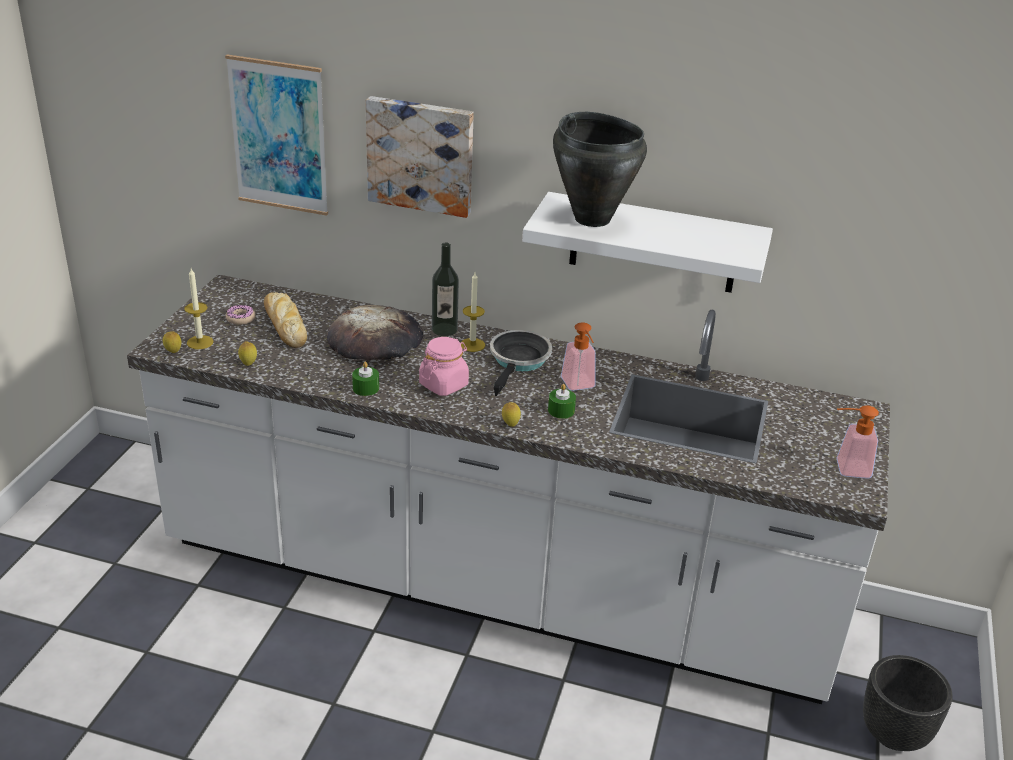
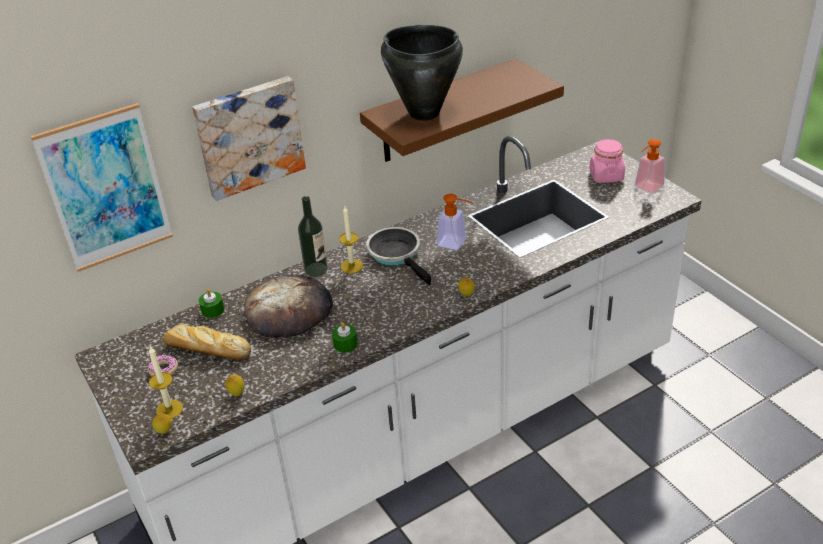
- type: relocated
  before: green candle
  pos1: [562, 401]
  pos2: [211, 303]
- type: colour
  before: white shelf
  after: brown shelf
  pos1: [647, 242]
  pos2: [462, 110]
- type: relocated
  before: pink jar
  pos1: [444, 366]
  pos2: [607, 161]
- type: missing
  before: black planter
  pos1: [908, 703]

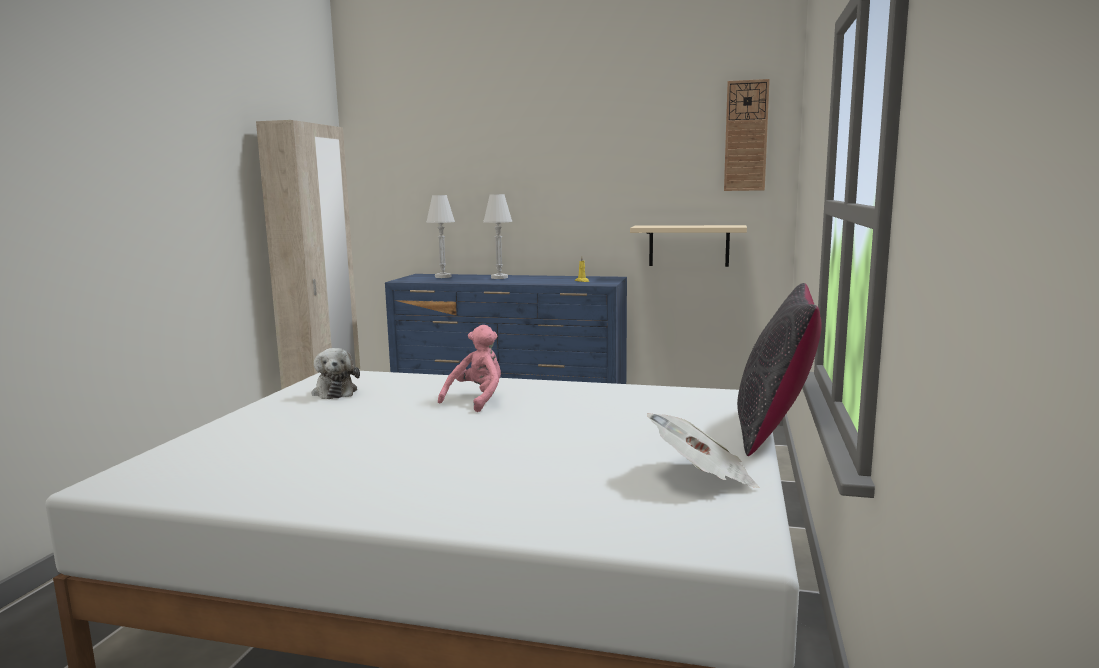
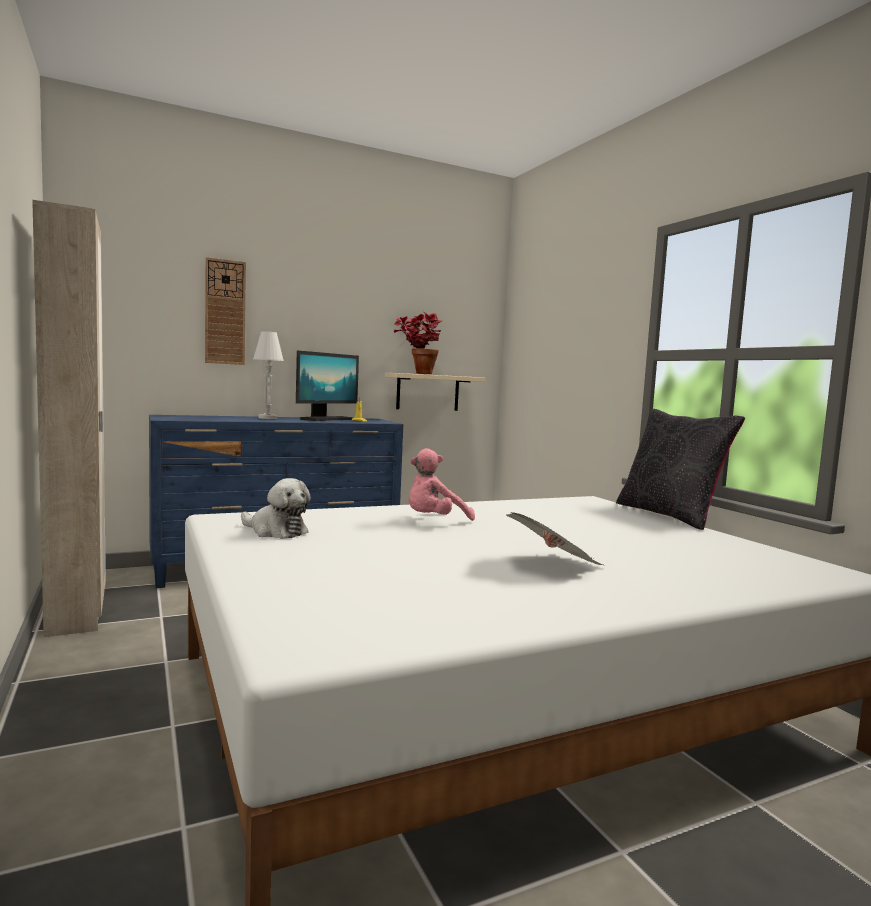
- type: relocated
  before: wall clock
  pos1: [747, 135]
  pos2: [225, 311]
- type: appeared
  after: monitor
  pos2: [327, 385]
- type: appeared
  after: potted plant
  pos2: [418, 343]
- type: spun
  before: pink plush toy
  pos1: [469, 368]
  pos2: [441, 484]
  turn: -120
- type: relocated
  before: newspaper
  pos1: [703, 450]
  pos2: [554, 538]
- type: missing
  before: white table lamp
  pos1: [440, 236]

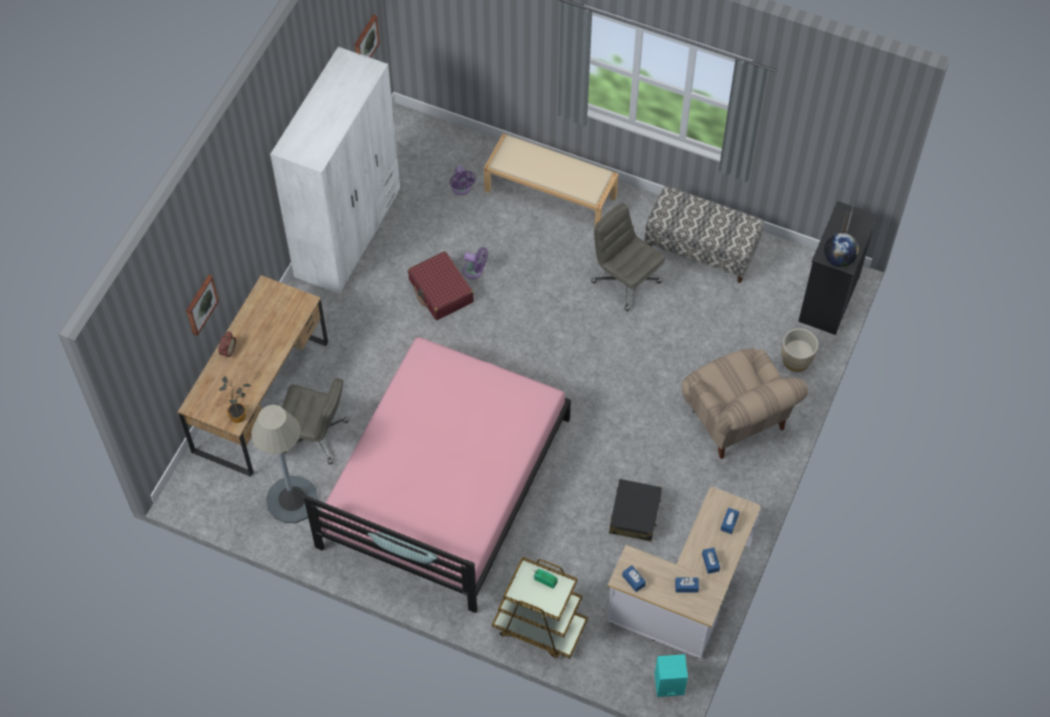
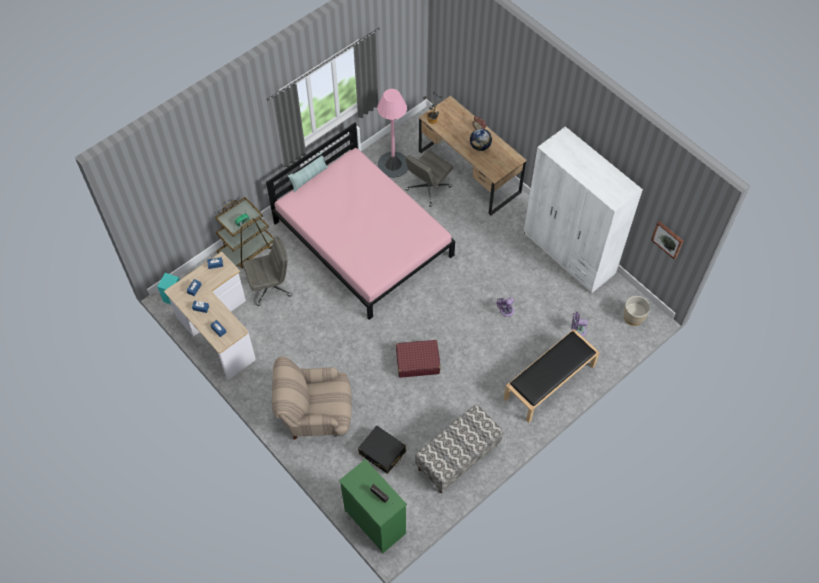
- type: relocated
  before: grey office chair
  pos1: [628, 257]
  pos2: [267, 271]
- type: colour
  before: black dresser
  after: green dresser
  pos1: [838, 268]
  pos2: [373, 506]
- type: relocated
  before: black suitcase
  pos1: [635, 510]
  pos2: [382, 449]
- type: colour
  before: grey floor lamp
  after: pink floor lamp
  pos1: [284, 464]
  pos2: [392, 133]
- type: relocated
  before: red suitcase
  pos1: [441, 285]
  pos2: [418, 359]
- type: relocated
  before: globe
  pos1: [841, 250]
  pos2: [481, 140]
- type: colour
  before: beige bench
  after: black bench
  pos1: [551, 180]
  pos2: [552, 376]
- type: relocated
  before: beige planter
  pos1: [799, 350]
  pos2: [636, 311]
- type: missing
  before: picture
  pos1: [202, 305]

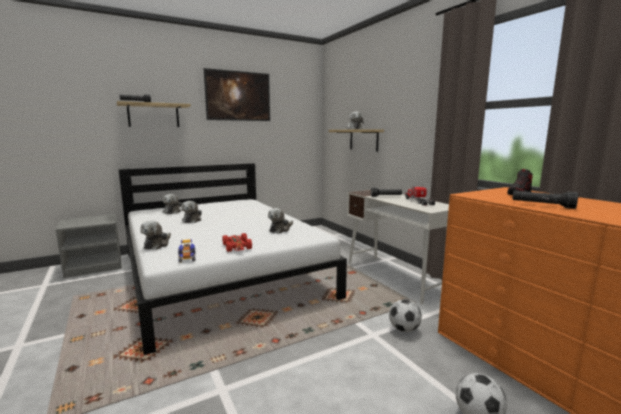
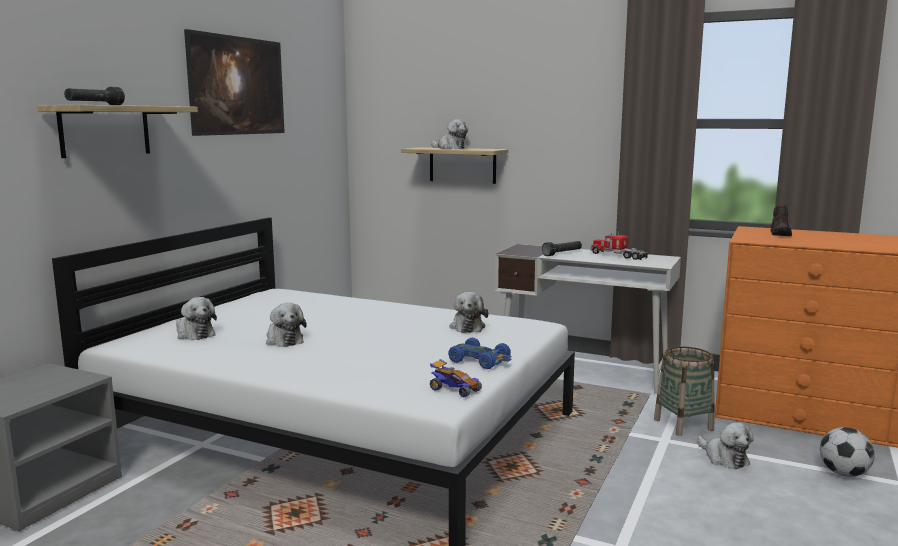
- type: colour
  before: red toy car
  after: blue toy car
  pos1: [237, 242]
  pos2: [480, 353]
- type: exchanged
  before: football
  after: basket
  pos1: [405, 315]
  pos2: [684, 391]
- type: relocated
  before: plush toy
  pos1: [155, 235]
  pos2: [725, 445]
- type: missing
  before: black flashlight
  pos1: [545, 200]

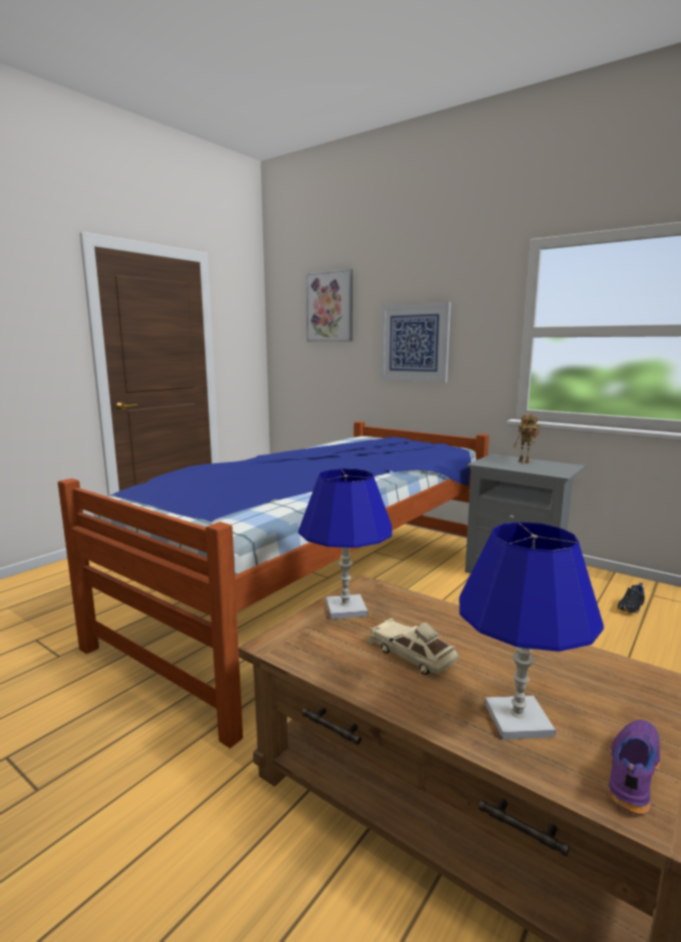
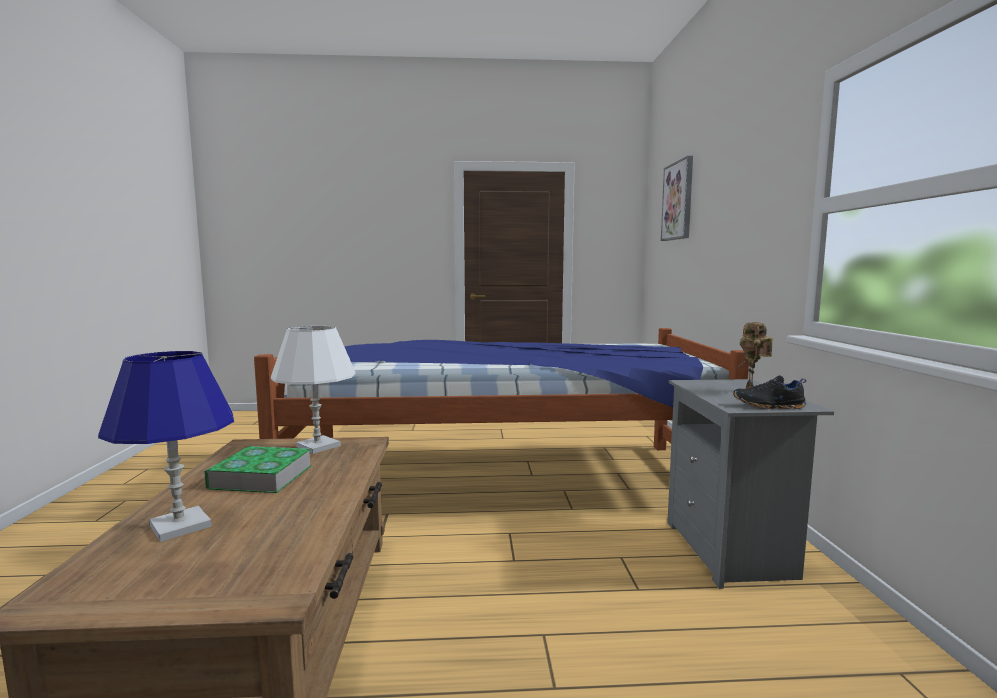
- type: exchanged
  before: beige toy car
  after: book
  pos1: [412, 646]
  pos2: [258, 469]
- type: colour
  before: blue table lamp
  after: white table lamp
  pos1: [345, 543]
  pos2: [313, 390]
- type: relocated
  before: black shoe
  pos1: [631, 598]
  pos2: [769, 392]
- type: missing
  before: picture
  pos1: [415, 342]
- type: missing
  before: purple shoe
  pos1: [634, 767]

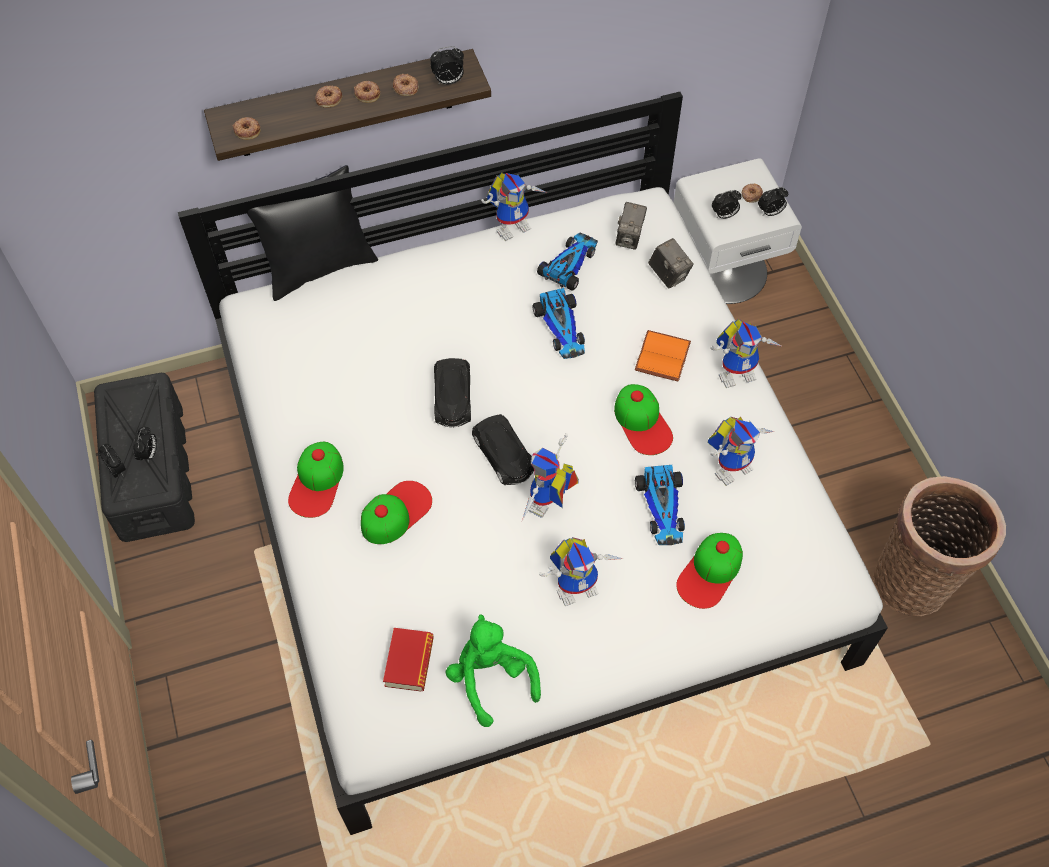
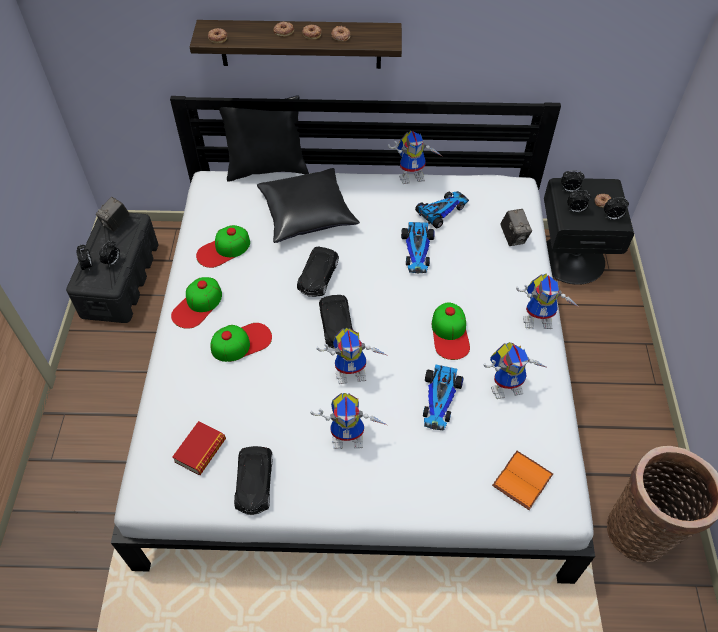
- type: relocated
  before: photo camera
  pos1: [631, 226]
  pos2: [113, 214]
- type: relocated
  before: cap
  pos1: [709, 571]
  pos2: [223, 246]
- type: exchanged
  before: green plush toy
  after: black toy car
  pos1: [493, 670]
  pos2: [253, 480]
- type: appeared
  after: black pillow
  pos2: [308, 205]
- type: spun
  before: toy robot
  pos1: [550, 477]
  pos2: [351, 356]
  turn: -150
- type: relocated
  before: orange book
  pos1: [663, 355]
  pos2: [522, 480]
- type: colour
  before: white nightstand
  after: black nightstand
  pos1: [737, 231]
  pos2: [589, 231]
- type: relocated
  before: alarm clock
  pos1: [447, 65]
  pos2: [573, 181]

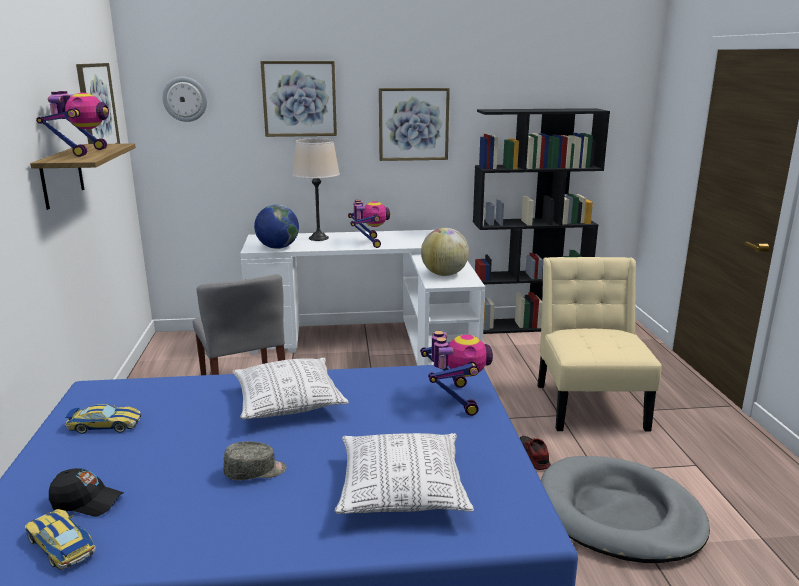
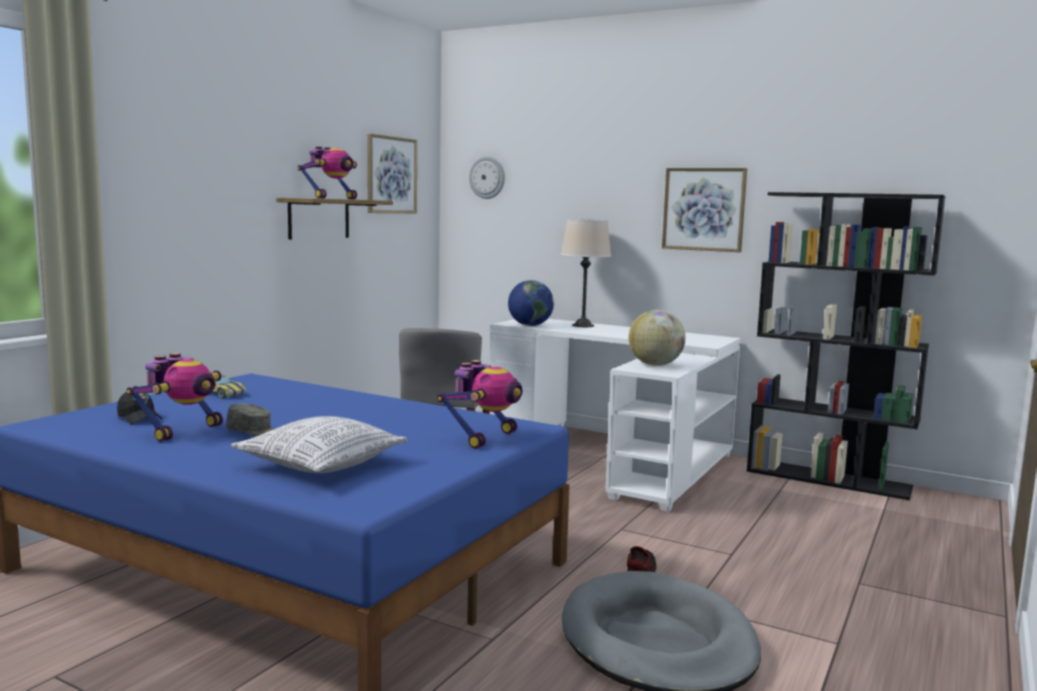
- type: relocated
  before: toy robot
  pos1: [369, 224]
  pos2: [175, 397]
- type: missing
  before: toy car
  pos1: [60, 539]
- type: missing
  before: pillow
  pos1: [290, 388]
- type: missing
  before: picture
  pos1: [298, 99]
- type: missing
  before: beige chair
  pos1: [599, 344]

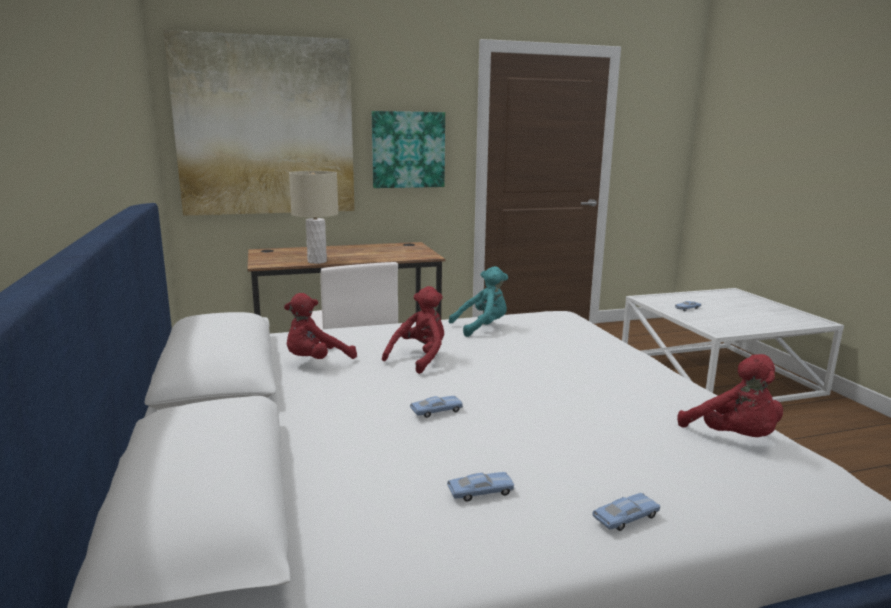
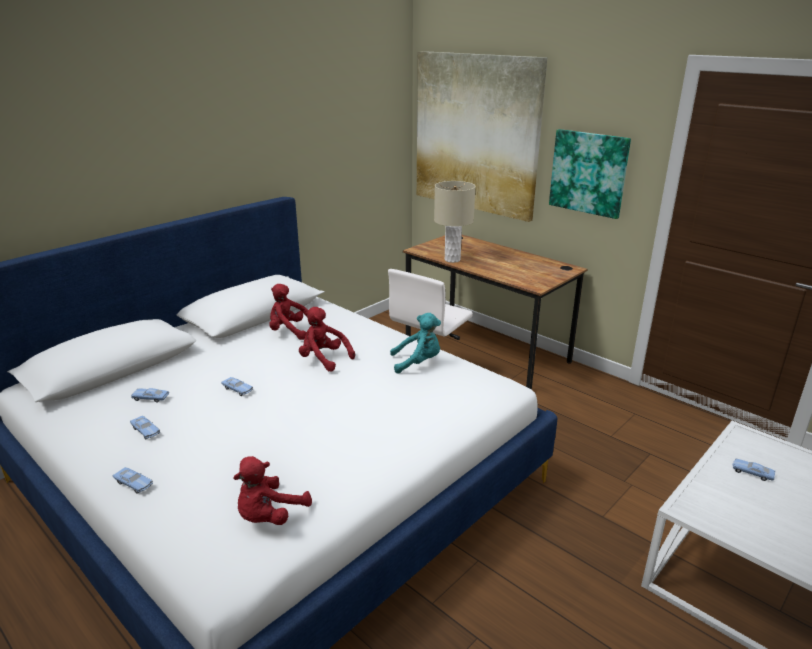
- type: appeared
  after: blue toy car
  pos2: [150, 395]
- type: spun
  before: red plush toy
  pos1: [413, 330]
  pos2: [327, 339]
  turn: -150
- type: spun
  before: turquoise plush toy
  pos1: [478, 301]
  pos2: [415, 343]
  turn: -45

